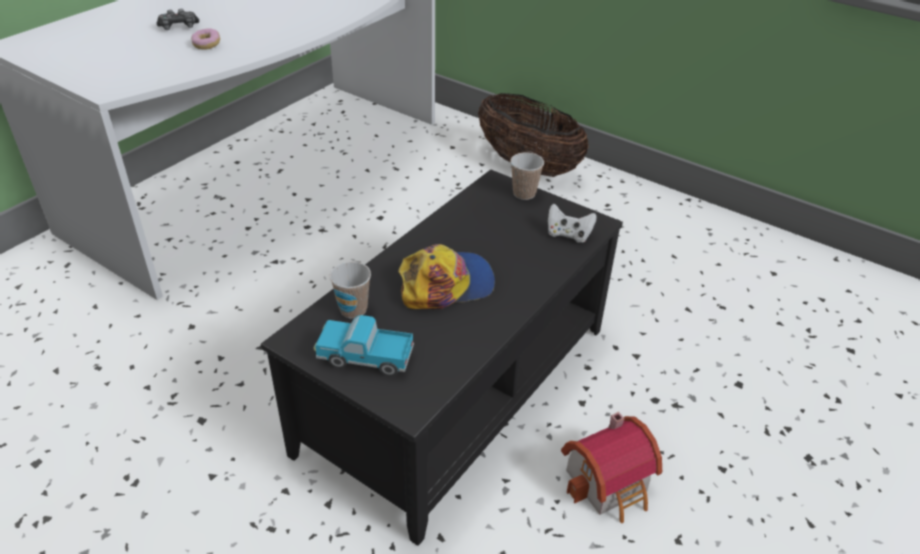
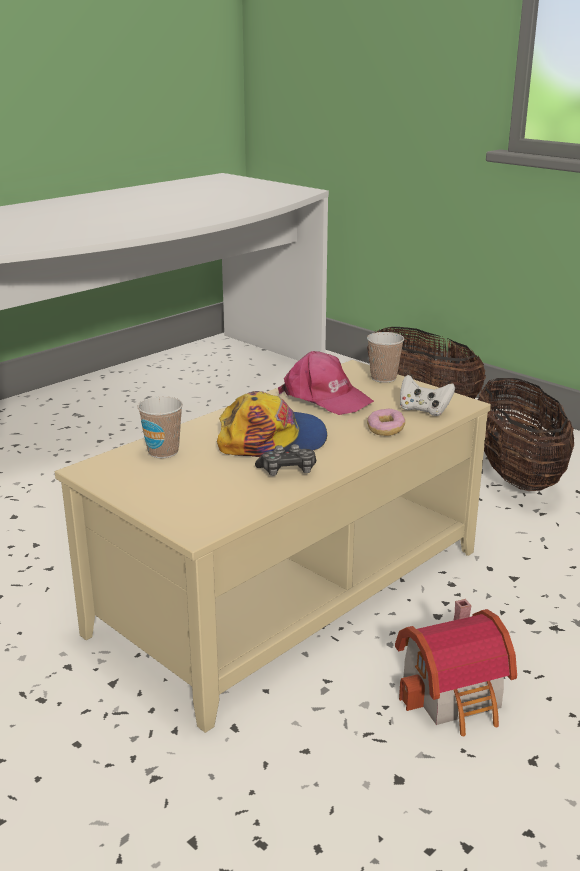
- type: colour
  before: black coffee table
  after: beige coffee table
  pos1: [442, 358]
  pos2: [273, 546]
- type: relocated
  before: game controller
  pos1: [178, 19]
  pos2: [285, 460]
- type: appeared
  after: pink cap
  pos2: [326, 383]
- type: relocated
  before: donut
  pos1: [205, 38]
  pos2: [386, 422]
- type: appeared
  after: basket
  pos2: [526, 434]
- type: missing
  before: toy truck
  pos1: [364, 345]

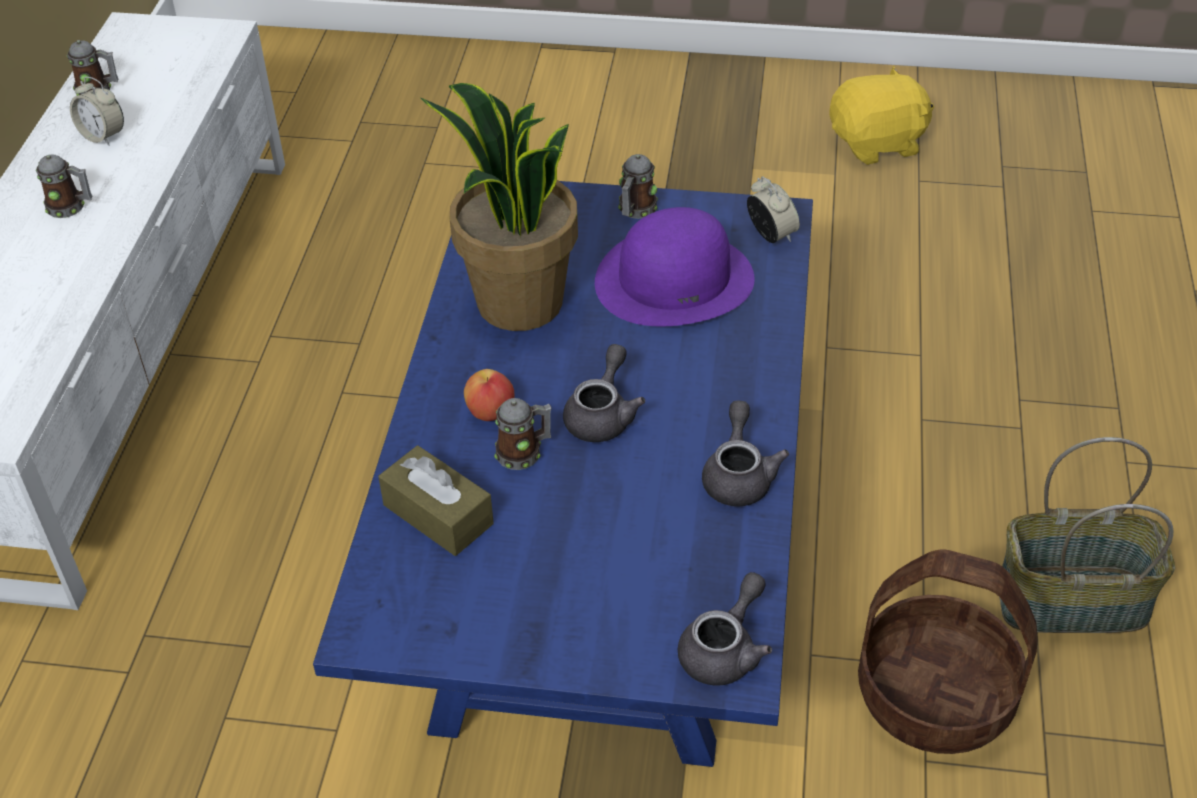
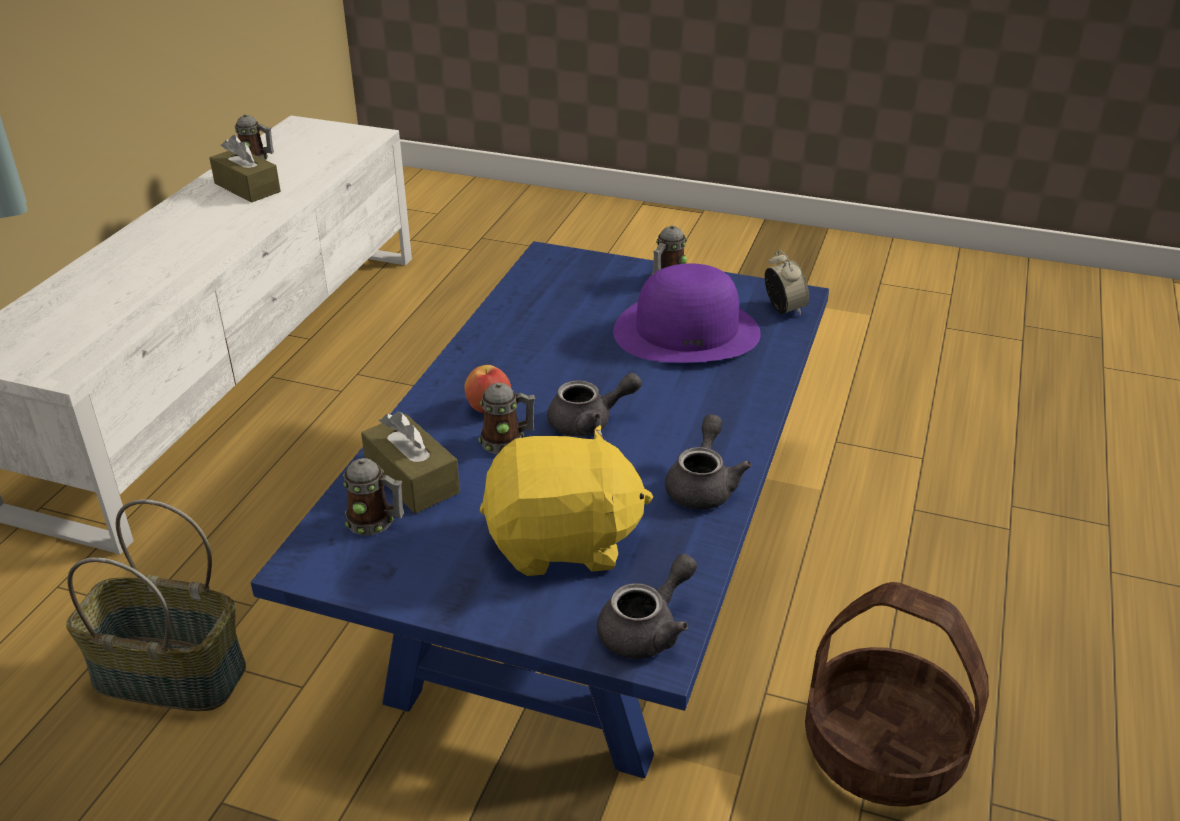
- type: relocated
  before: basket
  pos1: [1087, 535]
  pos2: [156, 605]
- type: exchanged
  before: alarm clock
  after: brown tissue box
  pos1: [97, 111]
  pos2: [245, 169]
- type: relocated
  before: mug
  pos1: [64, 186]
  pos2: [373, 496]
- type: relocated
  before: yellow plush toy
  pos1: [881, 115]
  pos2: [566, 500]
- type: spun
  before: grey teapot
  pos1: [604, 393]
  pos2: [594, 404]
  turn: 45
- type: missing
  before: potted plant
  pos1: [499, 207]

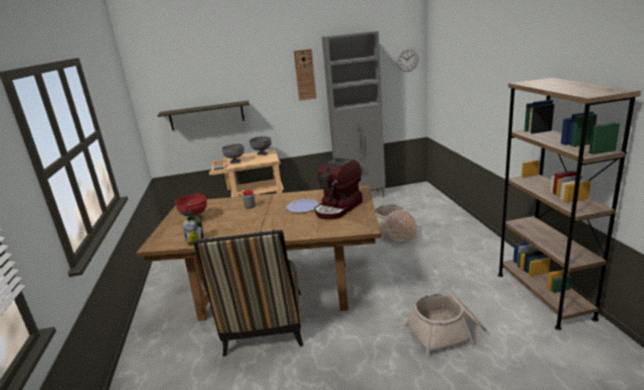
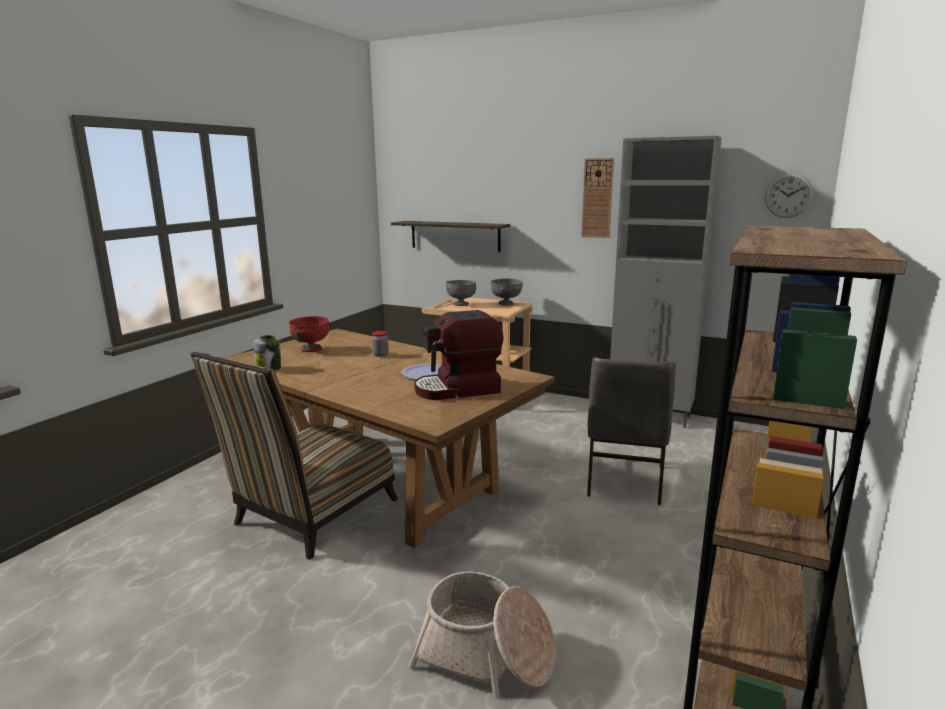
- type: exchanged
  before: basket
  after: grey chair
  pos1: [396, 223]
  pos2: [631, 431]

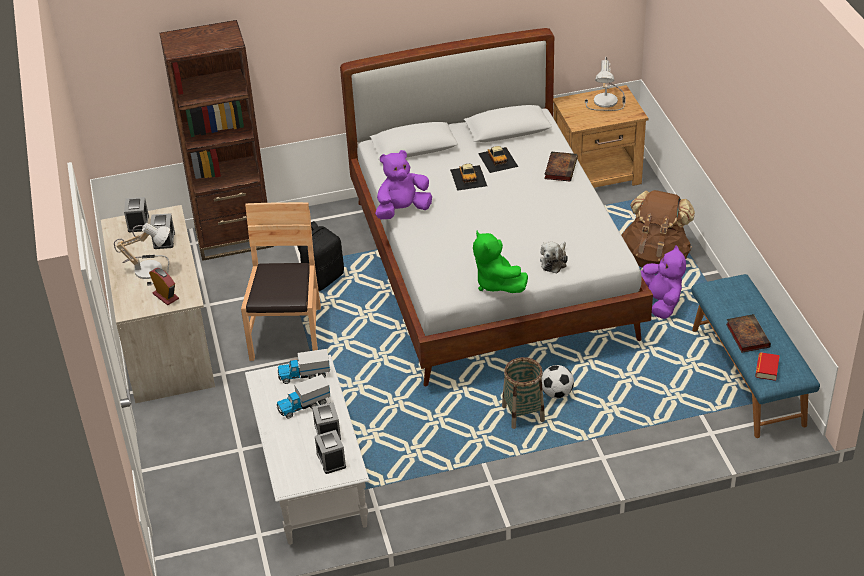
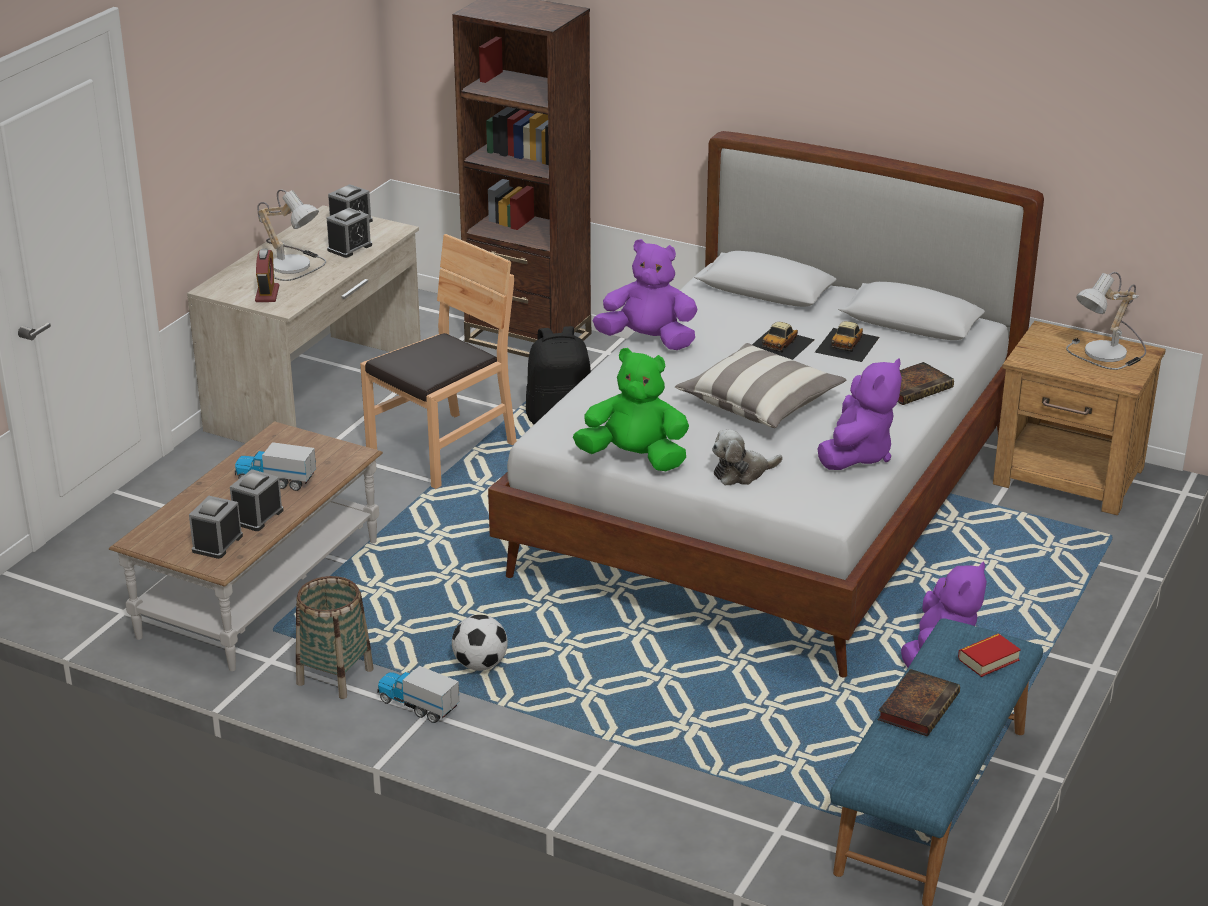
- type: colour
  before: white coffee table
  after: brown coffee table
  pos1: [307, 450]
  pos2: [246, 546]
- type: relocated
  before: basket
  pos1: [523, 393]
  pos2: [335, 637]
- type: relocated
  before: toy truck
  pos1: [303, 366]
  pos2: [418, 694]
- type: relocated
  before: football
  pos1: [557, 382]
  pos2: [480, 643]
- type: spun
  before: green plush toy
  pos1: [500, 262]
  pos2: [631, 409]
  turn: 90
- type: appeared
  after: pillow
  pos2: [760, 385]
- type: appeared
  after: purple plush toy
  pos2: [860, 414]
- type: relocated
  before: book
  pos1: [767, 366]
  pos2: [989, 655]
- type: missing
  before: brown backpack
  pos1: [658, 229]

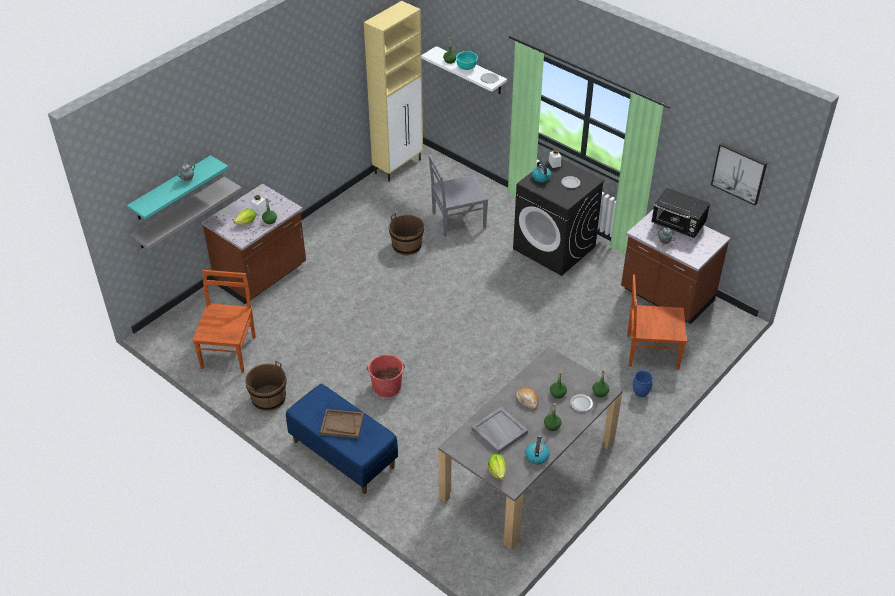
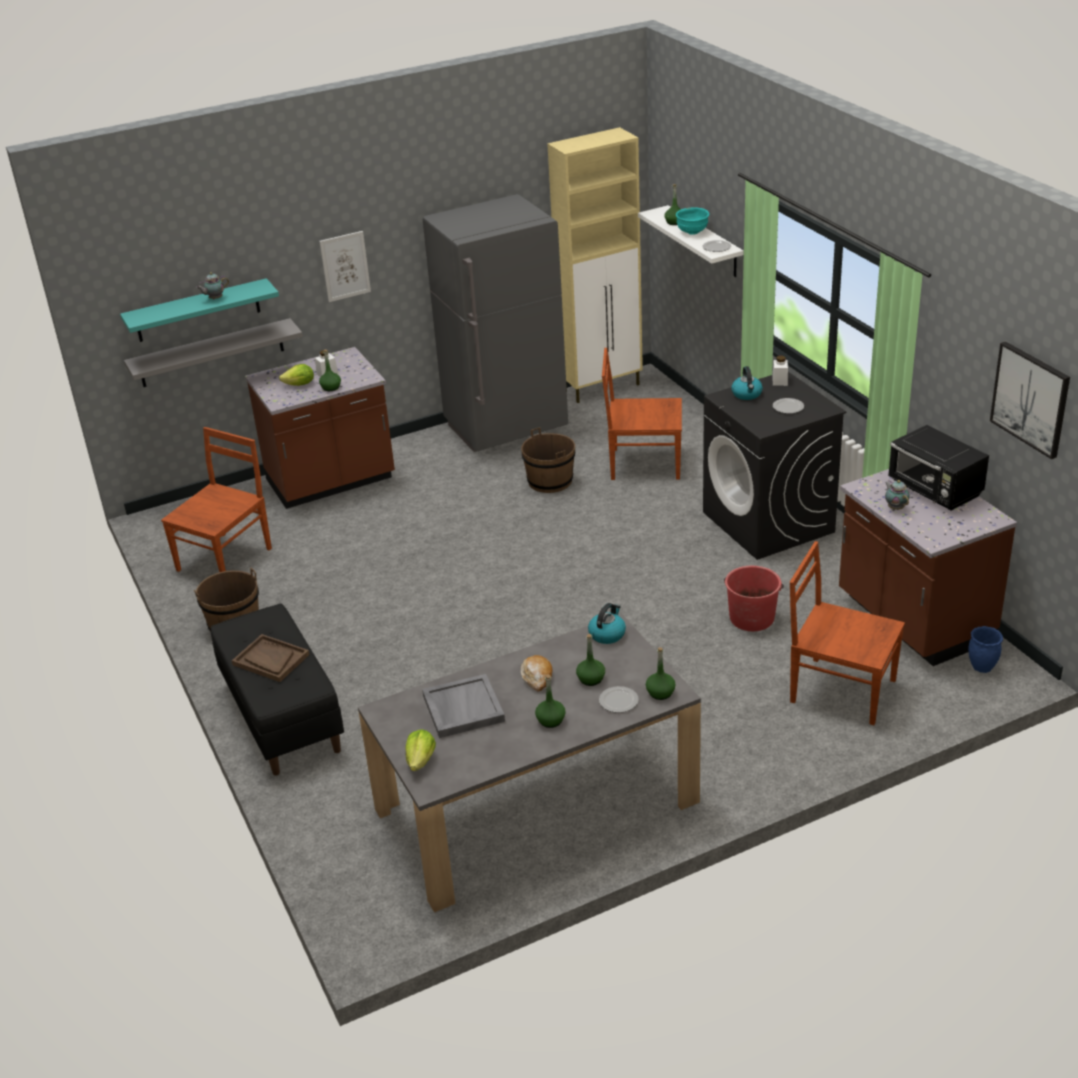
- type: colour
  before: blue bench
  after: black bench
  pos1: [342, 439]
  pos2: [277, 690]
- type: appeared
  after: picture
  pos2: [345, 266]
- type: appeared
  after: grey fridge
  pos2: [495, 323]
- type: relocated
  before: kettle
  pos1: [537, 450]
  pos2: [607, 623]
- type: colour
  before: grey chair
  after: brown chair
  pos1: [459, 195]
  pos2: [642, 414]
- type: relocated
  before: red bucket
  pos1: [386, 375]
  pos2: [754, 598]
- type: relocated
  before: blue planter
  pos1: [643, 383]
  pos2: [985, 649]

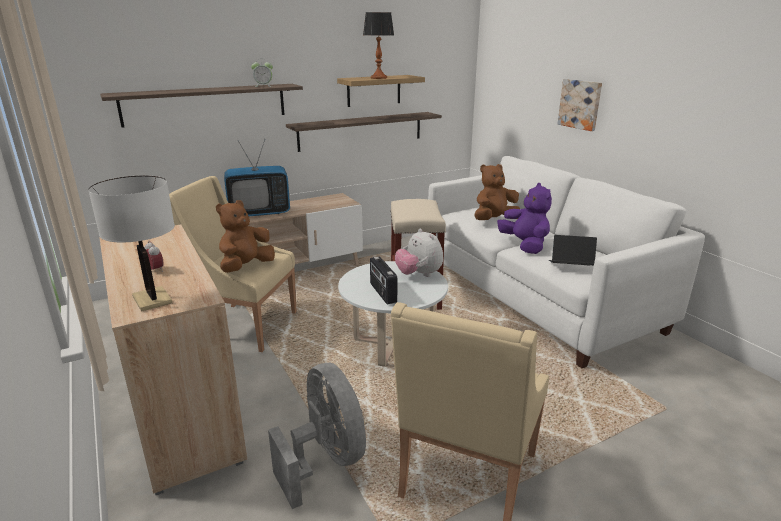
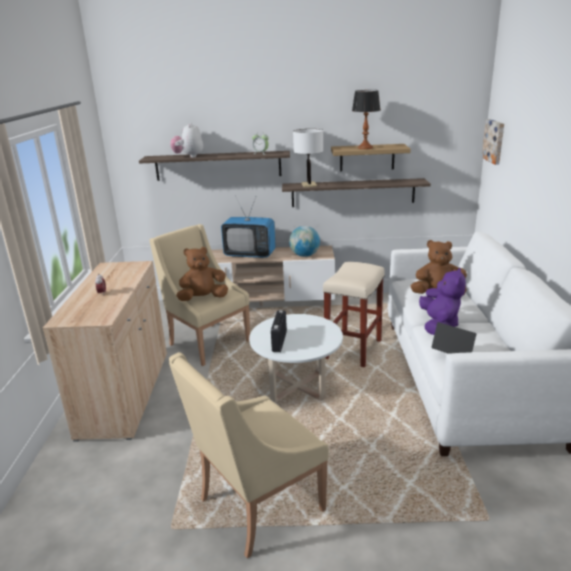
- type: relocated
  before: plush toy
  pos1: [419, 252]
  pos2: [186, 140]
- type: appeared
  after: globe
  pos2: [304, 241]
- type: relocated
  before: white table lamp
  pos1: [131, 243]
  pos2: [308, 158]
- type: relocated
  before: picture
  pos1: [579, 105]
  pos2: [493, 142]
- type: missing
  before: grey fan
  pos1: [317, 436]

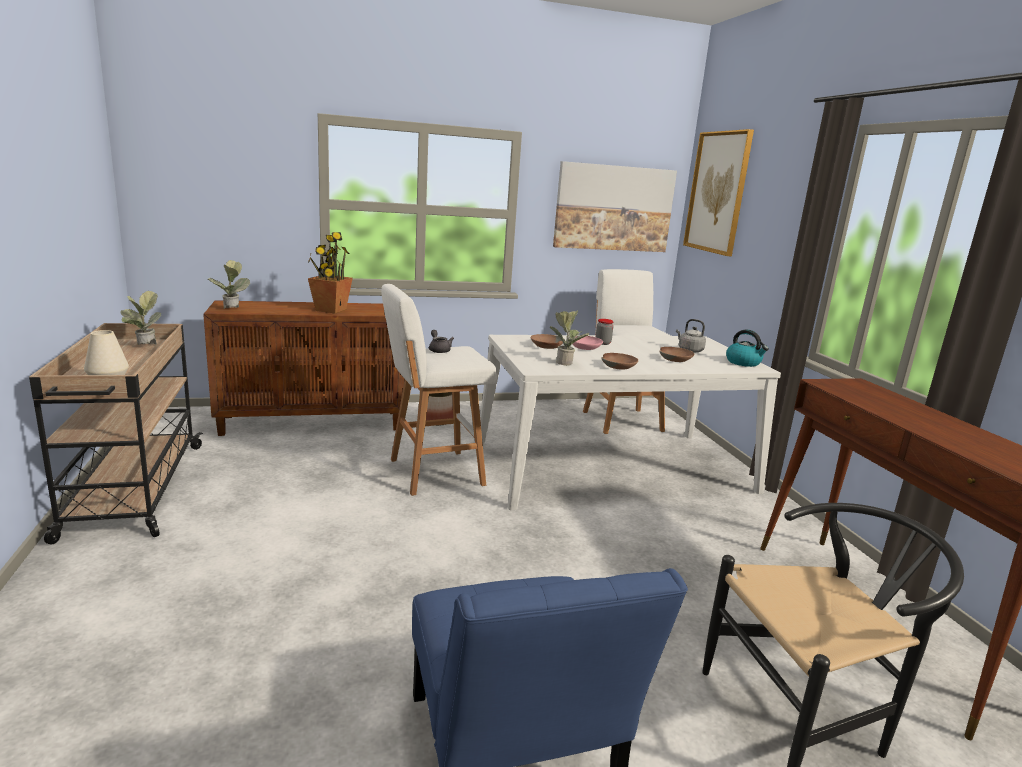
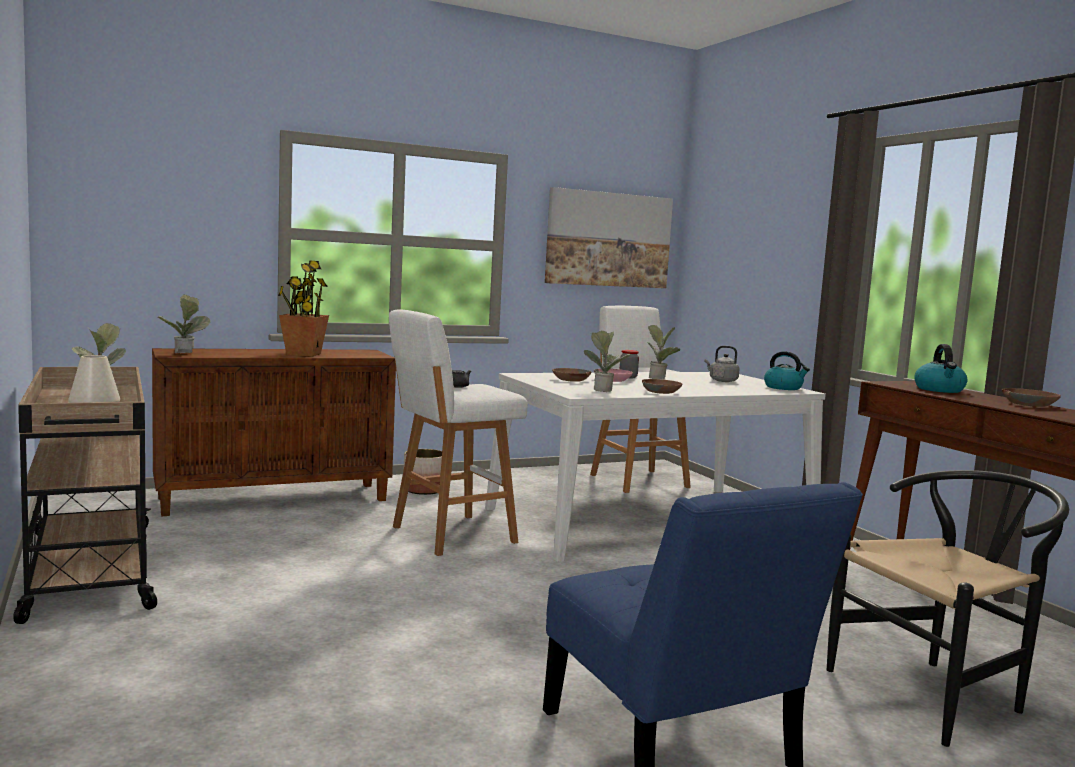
- type: appeared
  after: potted plant
  pos2: [664, 352]
- type: appeared
  after: kettle
  pos2: [940, 368]
- type: relocated
  before: brown bowl
  pos1: [676, 354]
  pos2: [1031, 397]
- type: missing
  before: picture
  pos1: [718, 192]

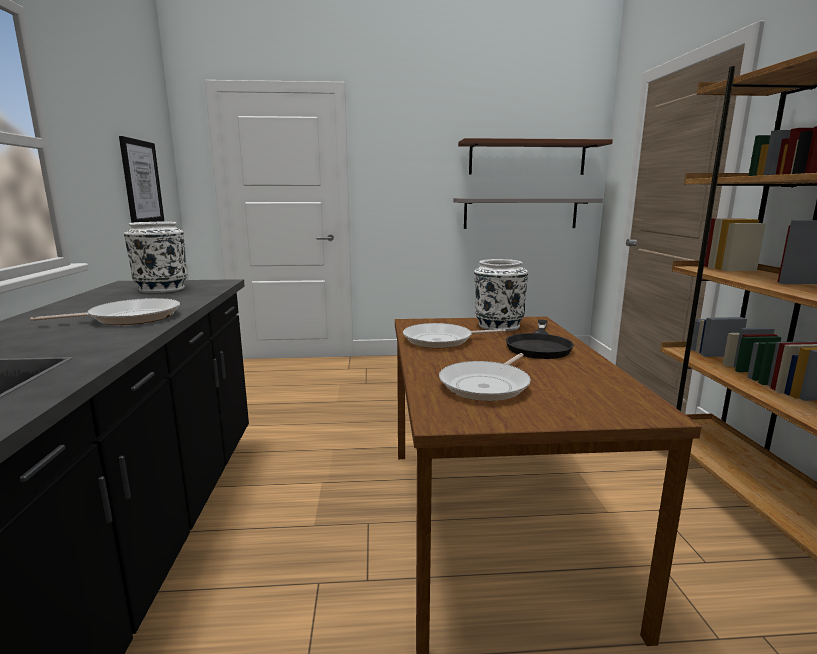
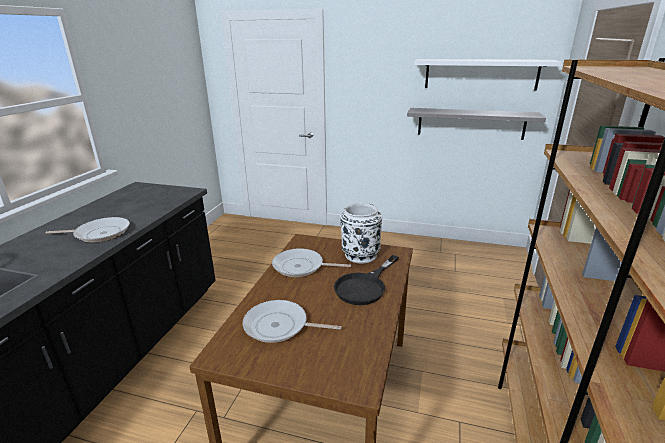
- type: spun
  before: frying pan
  pos1: [485, 377]
  pos2: [292, 321]
  turn: 45
- type: colour
  before: brown shelf
  after: white shelf
  pos1: [535, 156]
  pos2: [488, 75]
- type: missing
  before: picture
  pos1: [141, 179]
- type: missing
  before: white vase
  pos1: [156, 257]

